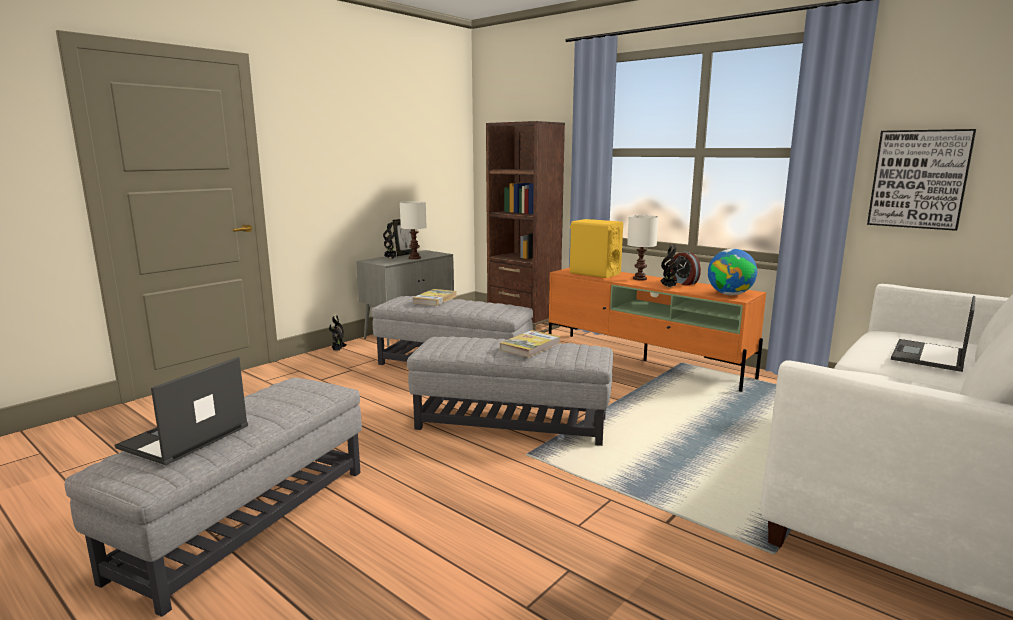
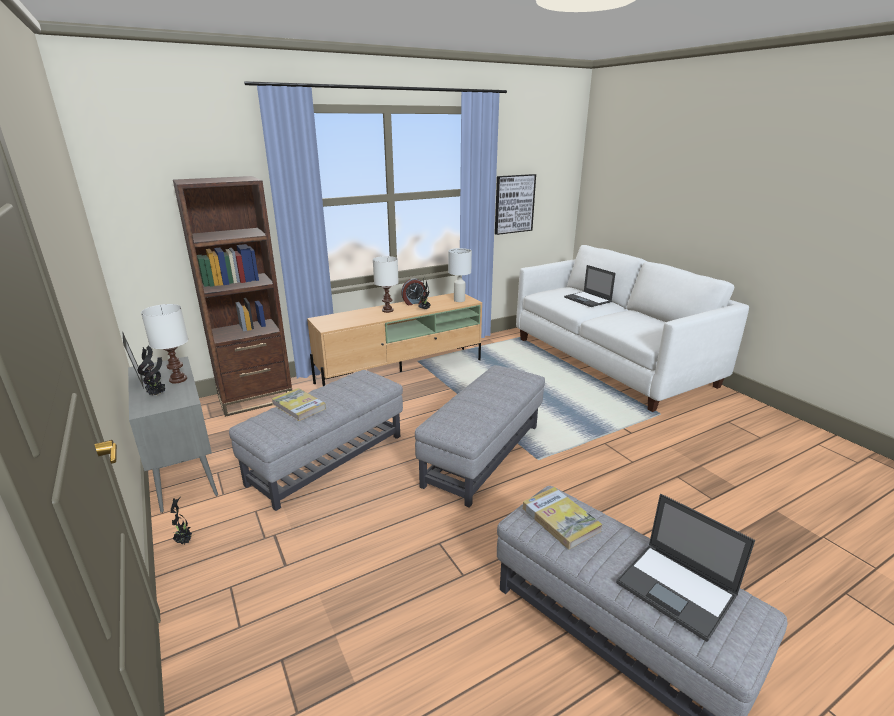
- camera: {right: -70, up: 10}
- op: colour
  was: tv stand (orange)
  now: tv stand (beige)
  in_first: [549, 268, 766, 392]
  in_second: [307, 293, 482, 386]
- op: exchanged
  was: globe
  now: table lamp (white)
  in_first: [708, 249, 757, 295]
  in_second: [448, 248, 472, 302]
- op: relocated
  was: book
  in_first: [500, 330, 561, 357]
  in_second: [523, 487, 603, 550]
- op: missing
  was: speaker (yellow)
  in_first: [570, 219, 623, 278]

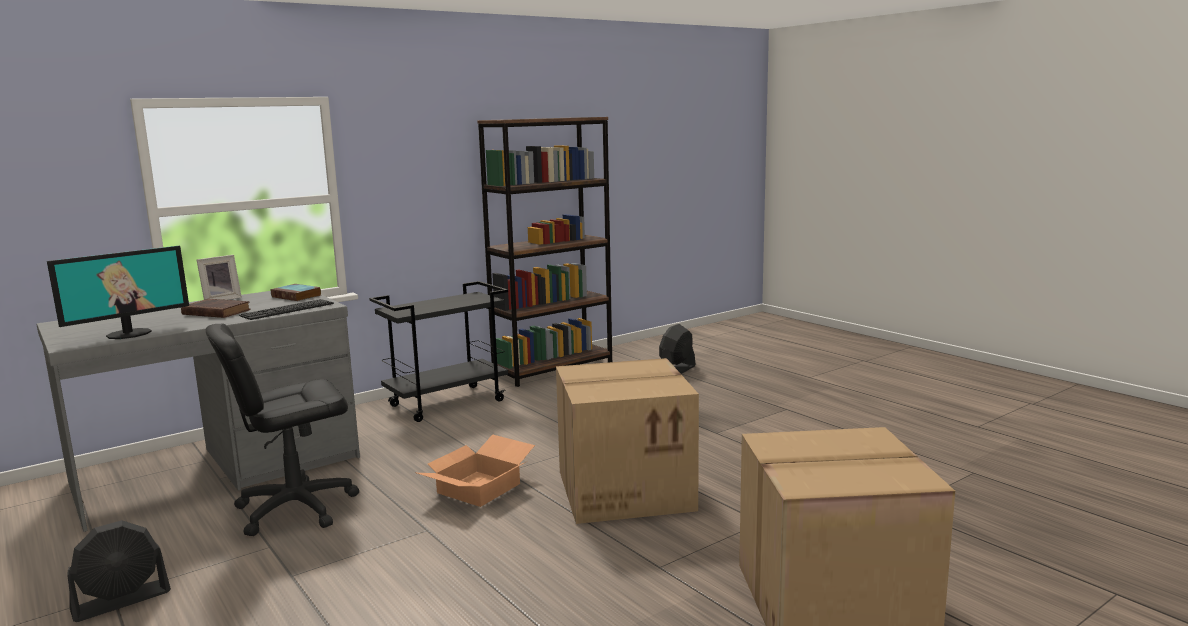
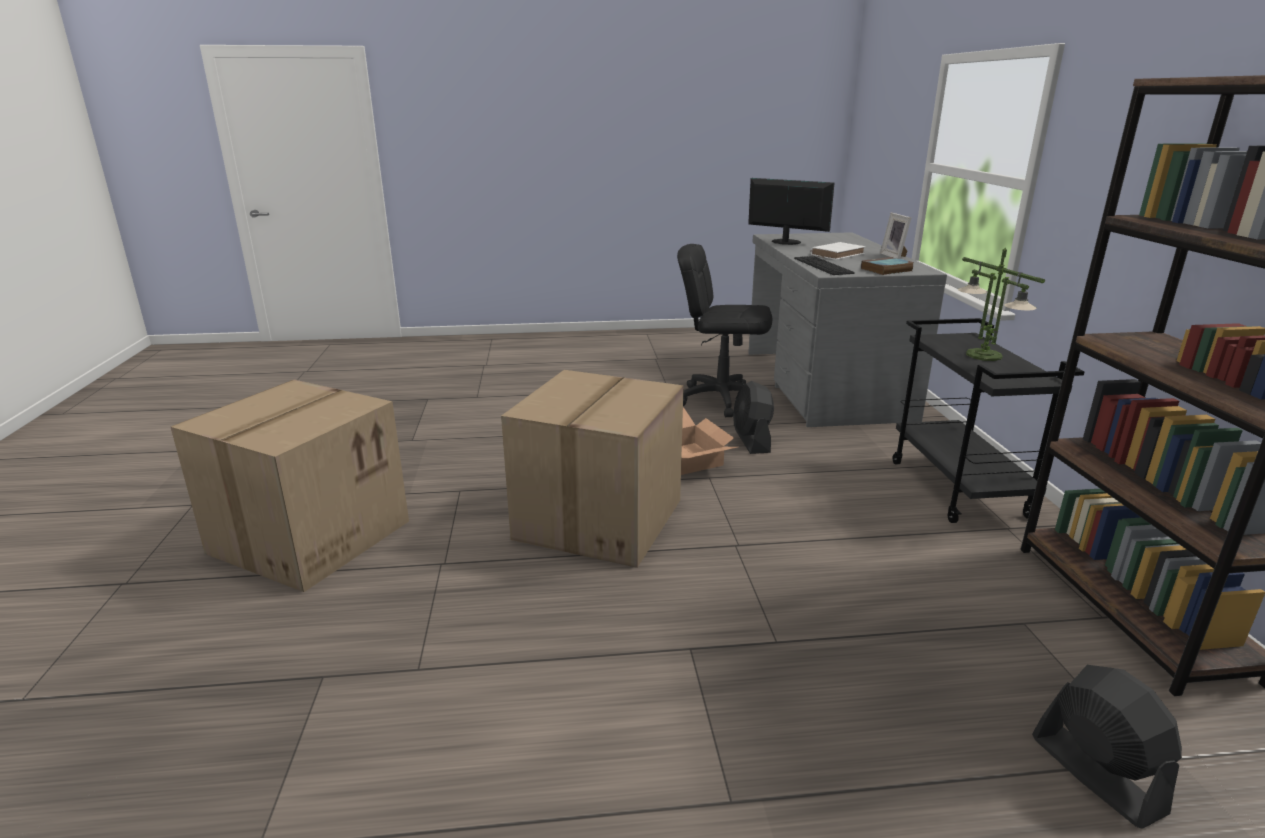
- camera: {right: 120, up: 10}
- op: spun
  was: office chair (black)
  in_first: [206, 324, 359, 536]
  in_second: [677, 244, 772, 417]
  clockwise: -75
- op: relocated
  was: fan (black)
  in_first: [67, 520, 171, 622]
  in_second: [733, 381, 774, 454]
- op: spun
  was: monitor
  in_first: [47, 246, 189, 339]
  in_second: [748, 178, 835, 245]
  clockwise: 135
- op: colour
  was: book (brown)
  now: book (white)
  in_first: [181, 299, 251, 318]
  in_second: [811, 242, 865, 260]
- op: appeared
  now: table lamp
  in_second: [958, 248, 1045, 361]

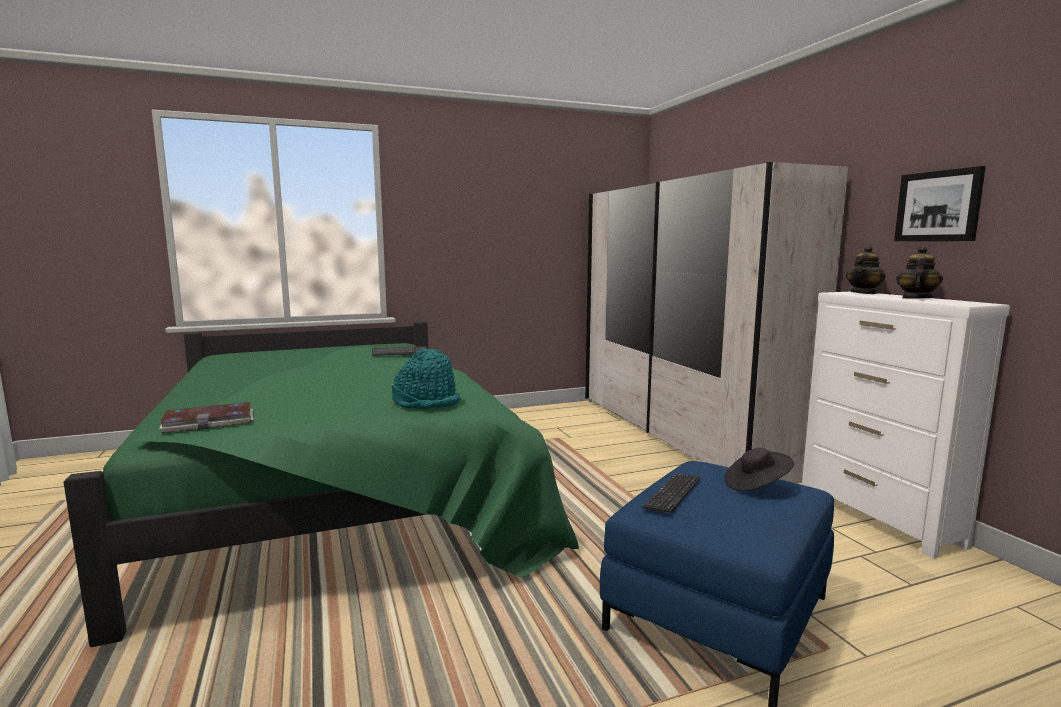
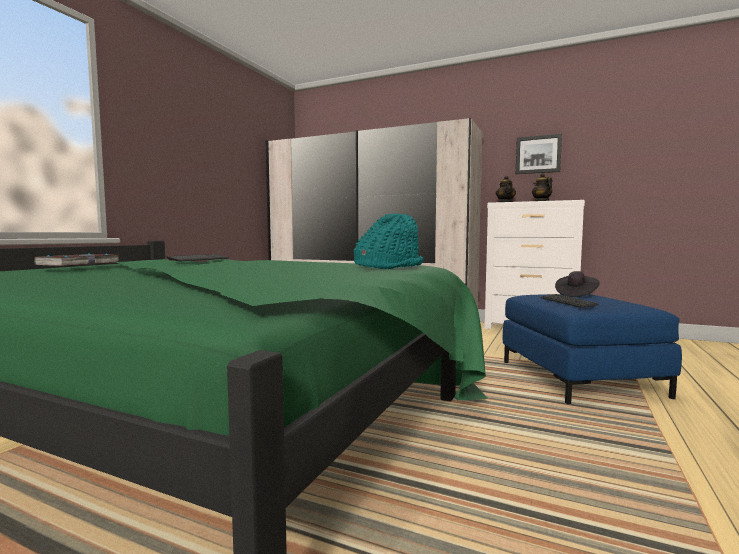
- camera: {right: -45, up: -5}
- op: relocated
  was: book
  in_first: [159, 402, 253, 433]
  in_second: [34, 253, 119, 266]

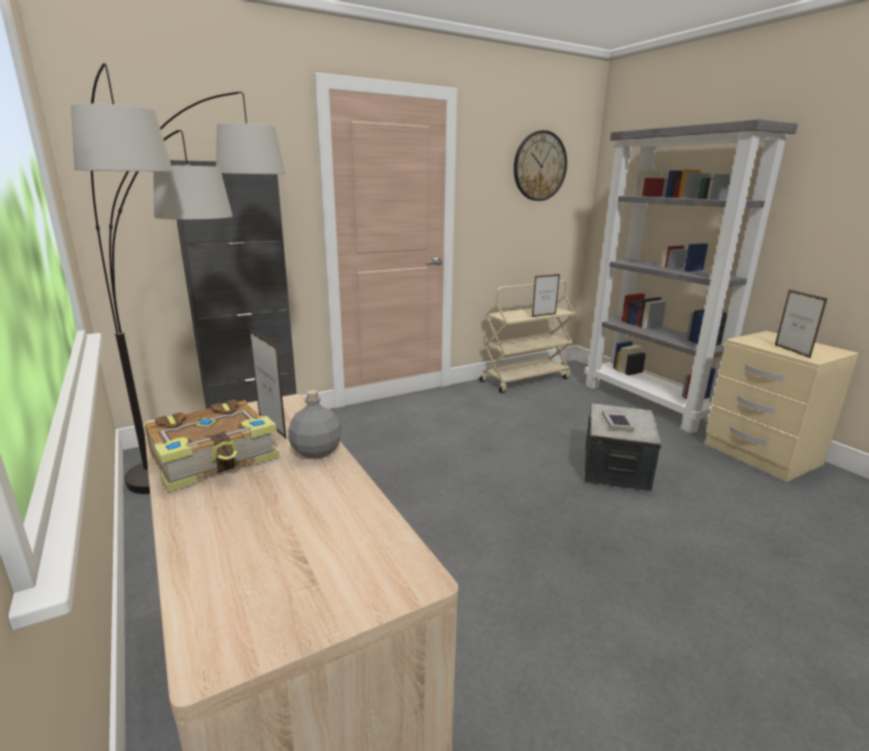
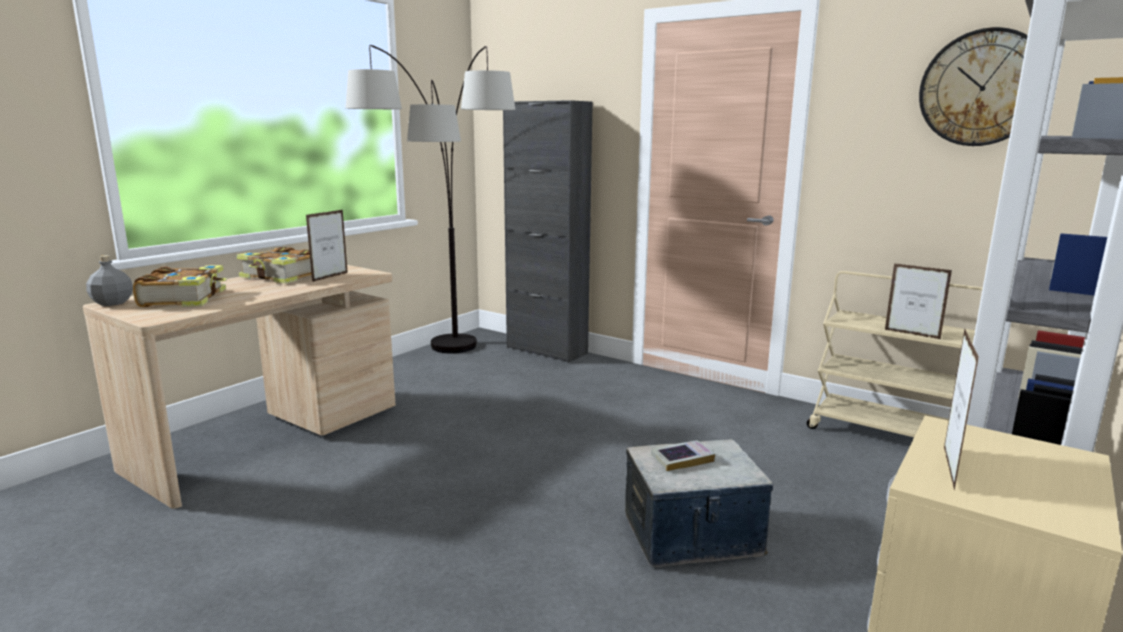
- camera: {right: 65, up: -5}
- op: relocated
  was: bottle (grey)
  in_first: [288, 390, 341, 459]
  in_second: [86, 255, 133, 306]
- op: appeared
  now: book
  in_second: [133, 265, 227, 307]
- op: spun
  was: picture frame
  in_first: [775, 289, 828, 358]
  in_second: [944, 329, 979, 491]
  clockwise: 150

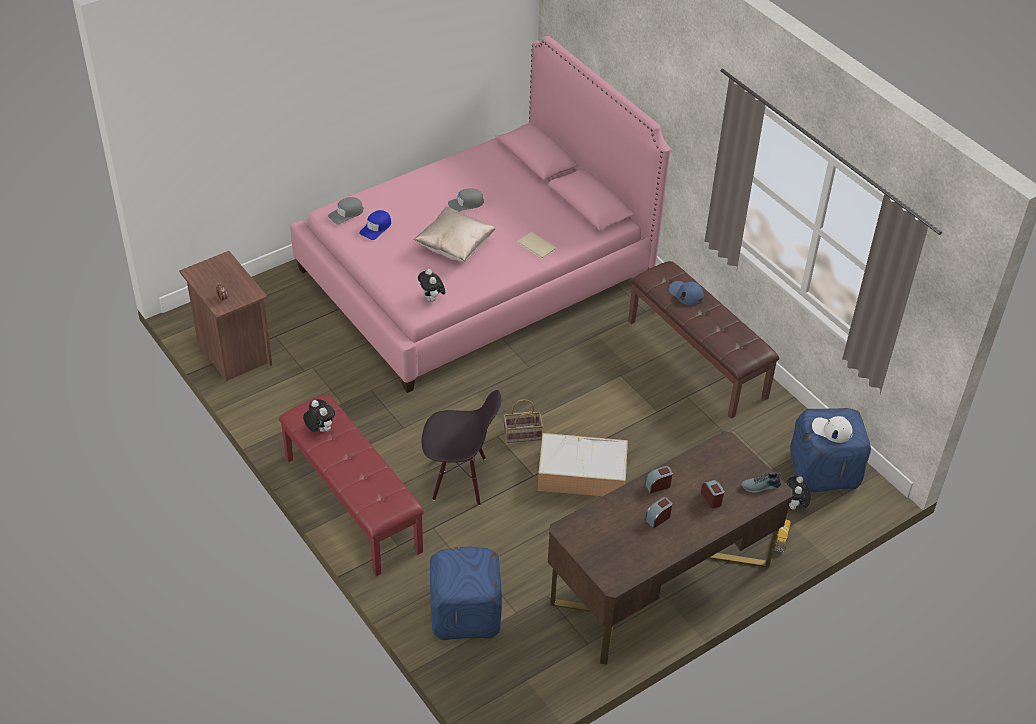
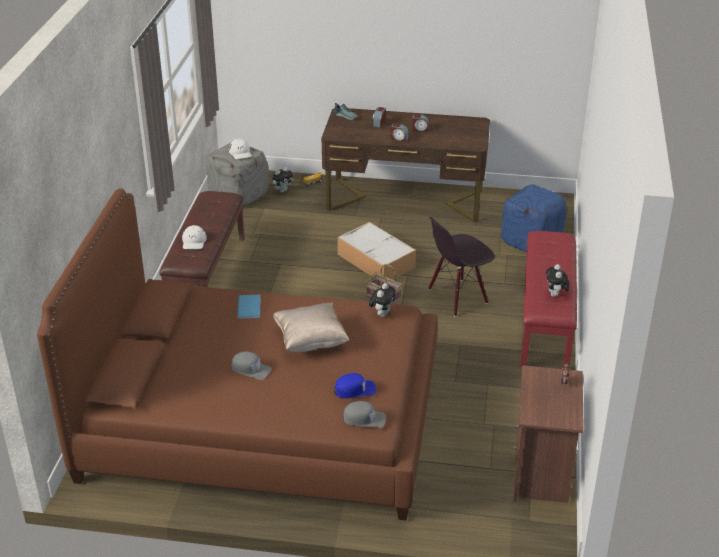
- camera: {right: -135, up: -10}
- op: colour
  was: bed (pink)
  now: bed (brown)
  in_first: [290, 36, 670, 393]
  in_second: [37, 188, 437, 521]
- op: colour
  was: cap (blue)
  now: cap (white)
  in_first: [669, 281, 704, 305]
  in_second: [182, 225, 207, 249]
- op: colour
  was: ottoman (blue)
  now: ottoman (grey)
  in_first: [790, 408, 871, 492]
  in_second: [207, 143, 269, 206]
- op: colour
  was: book (beige)
  now: book (blue)
  in_first: [518, 232, 557, 259]
  in_second: [237, 295, 260, 319]
- op: spun
  was: chair (black)
  in_first: [422, 390, 501, 506]
  in_second: [428, 217, 495, 317]
  clockwise: -75

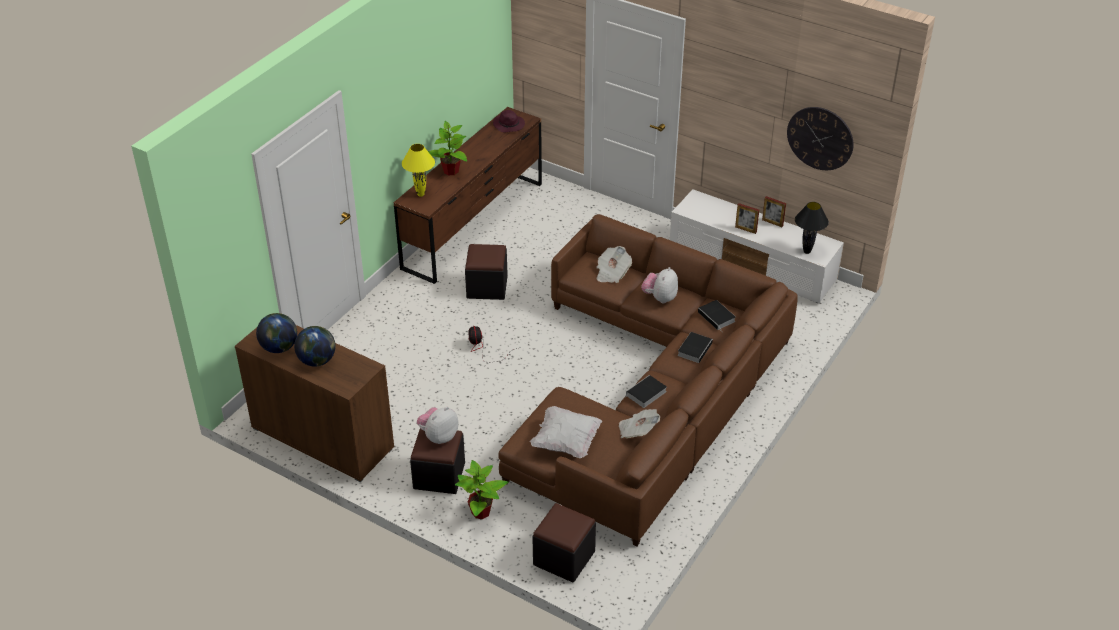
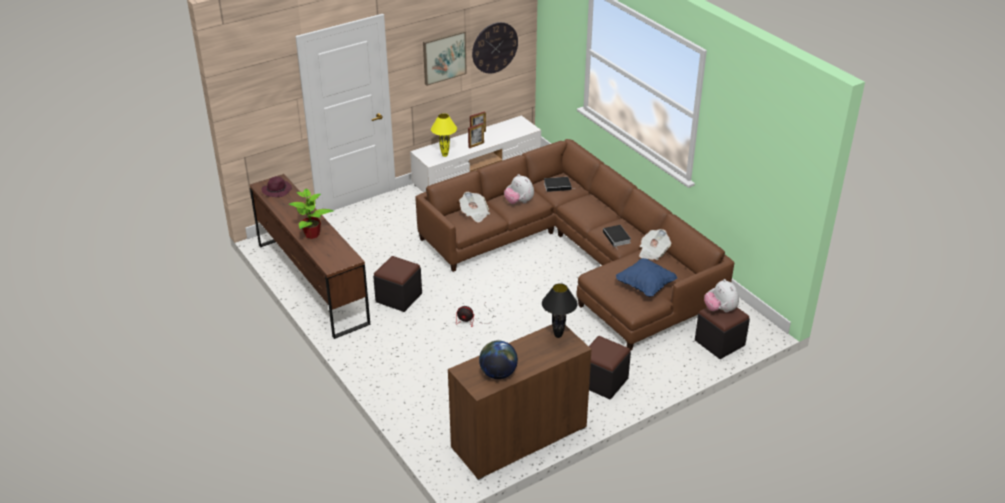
- camera: {right: -65, up: -5}
- op: appeared
  now: picture
  in_second: [423, 30, 467, 86]
- op: relocated
  was: table lamp (yellow)
  in_first: [402, 144, 435, 197]
  in_second: [431, 113, 457, 157]
- op: relocated
  was: table lamp (black)
  in_first: [795, 202, 829, 254]
  in_second: [542, 283, 578, 338]
- op: colour
  was: pillow (white)
  now: pillow (blue)
  in_first: [530, 406, 602, 458]
  in_second: [616, 258, 677, 297]
- op: relocated
  was: plush toy
  in_first: [417, 407, 458, 444]
  in_second: [704, 279, 739, 312]
- op: missing
  was: globe
  in_first: [294, 326, 336, 367]
- op: missing
  was: potted plant
  in_first: [455, 460, 508, 519]
- op: missing
  was: book
  in_first: [678, 332, 713, 363]

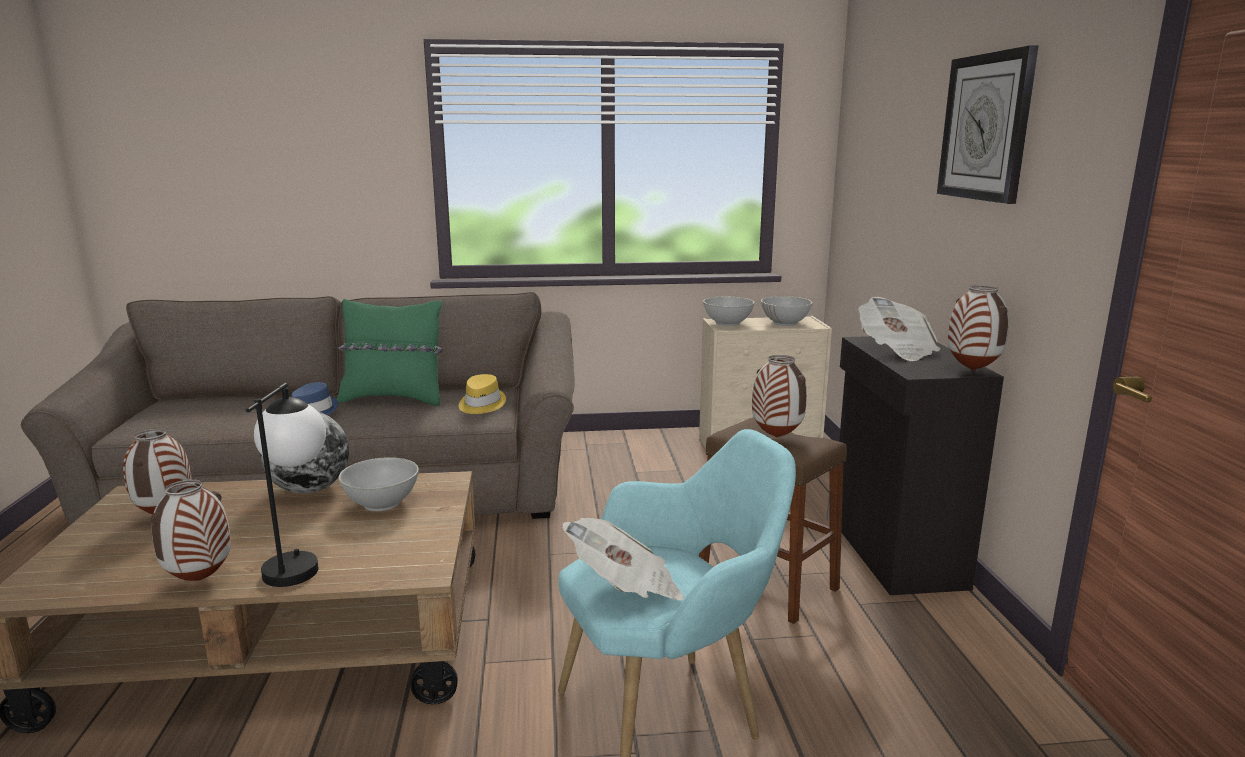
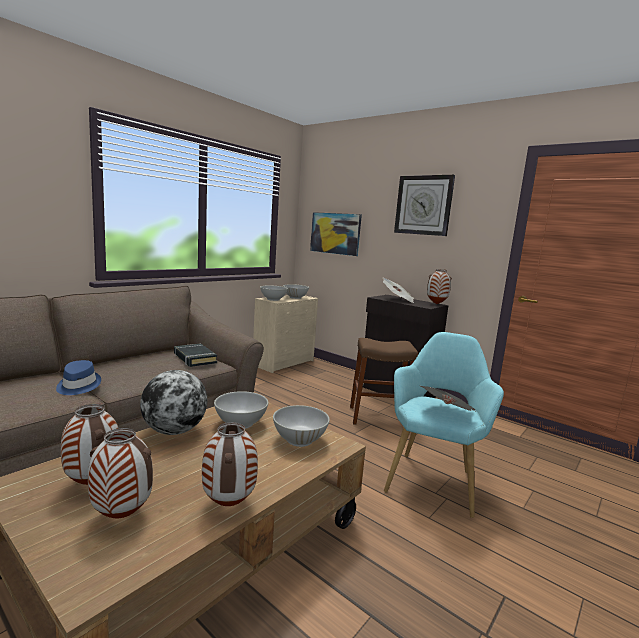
- camera: {right: -45, up: -5}
- op: relocated
  was: vase
  in_first: [752, 355, 807, 437]
  in_second: [88, 428, 153, 518]
- op: exchanged
  was: hat (yellow)
  now: book (black)
  in_first: [459, 374, 506, 414]
  in_second: [174, 344, 217, 367]
- op: appeared
  now: bowl (white)
  in_second: [273, 405, 330, 447]
- op: appeared
  now: picture
  in_second: [310, 212, 362, 256]
- op: missing
  was: table lamp
  in_first: [246, 383, 326, 587]
- op: missing
  was: pillow (green)
  in_first: [337, 299, 443, 406]

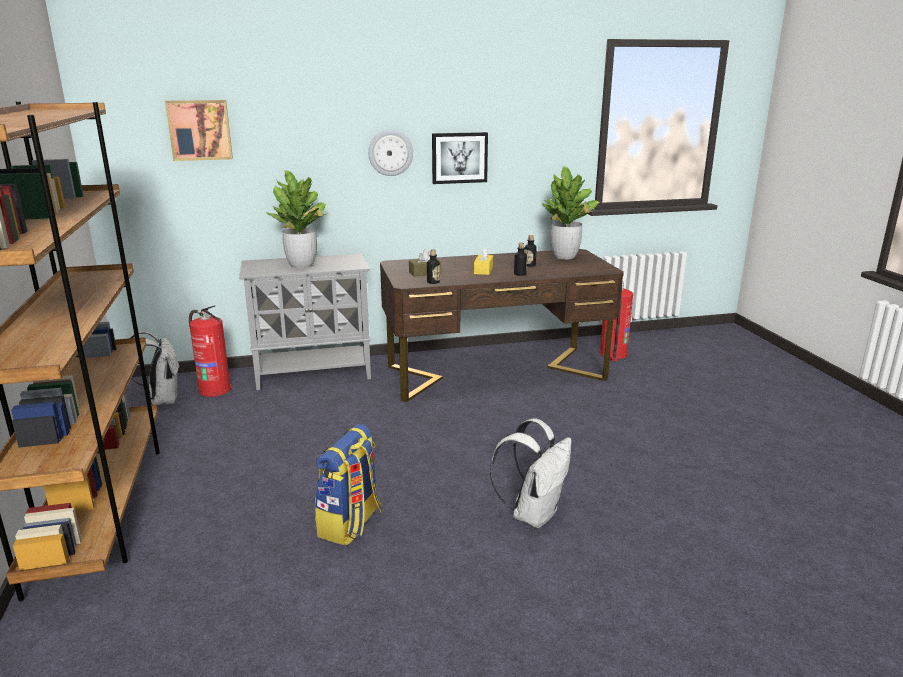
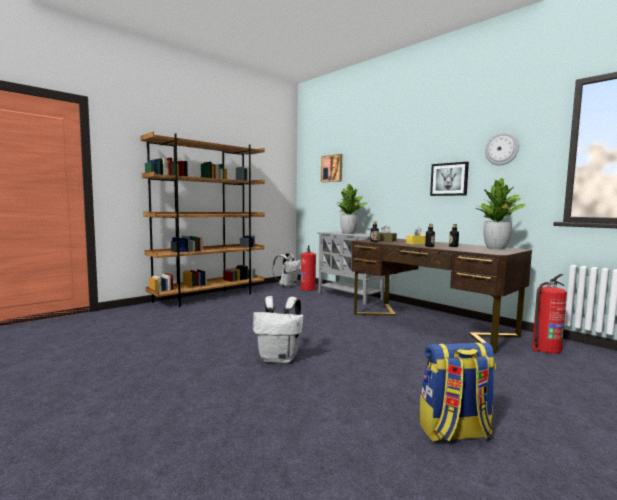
- camera: {right: 60, up: -15}
- op: relocated
  was: backpack
  in_first: [315, 424, 382, 546]
  in_second: [420, 343, 496, 442]
- op: relocated
  was: wall clock
  in_first: [368, 130, 413, 176]
  in_second: [485, 132, 519, 165]

